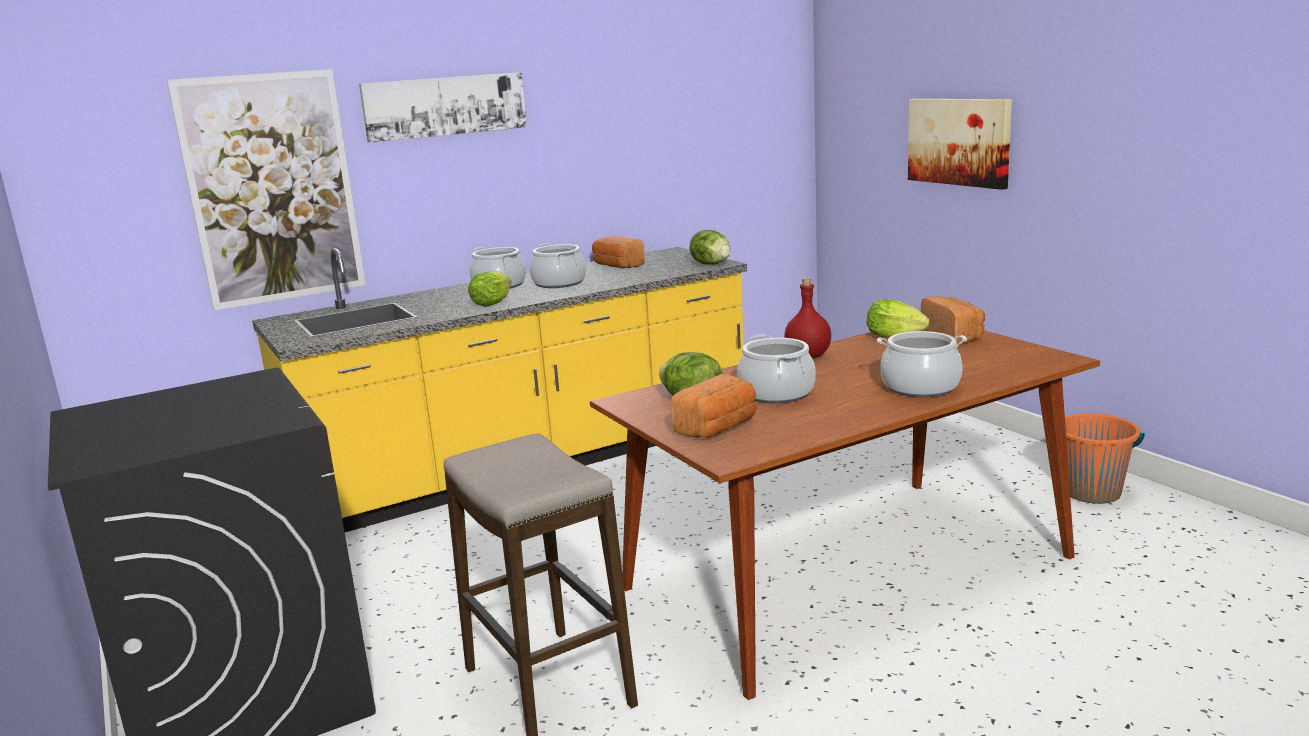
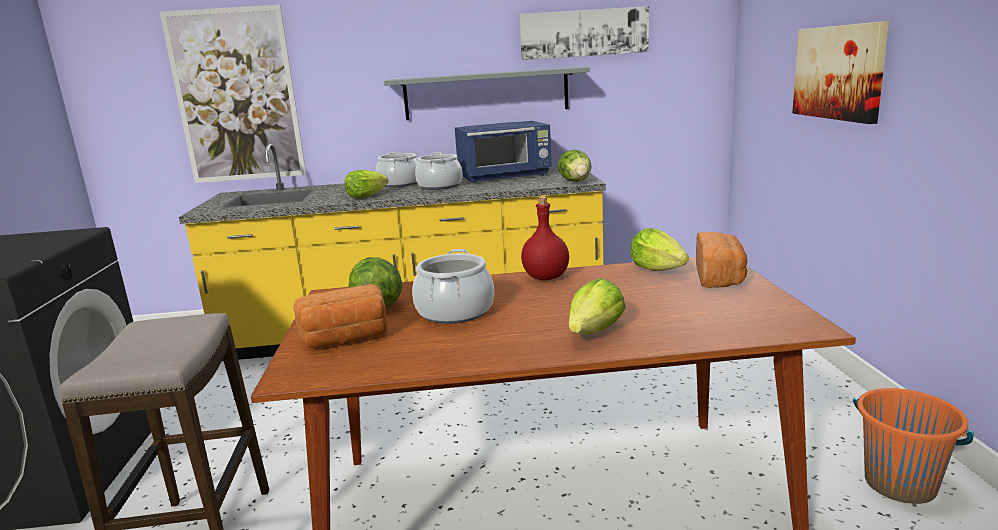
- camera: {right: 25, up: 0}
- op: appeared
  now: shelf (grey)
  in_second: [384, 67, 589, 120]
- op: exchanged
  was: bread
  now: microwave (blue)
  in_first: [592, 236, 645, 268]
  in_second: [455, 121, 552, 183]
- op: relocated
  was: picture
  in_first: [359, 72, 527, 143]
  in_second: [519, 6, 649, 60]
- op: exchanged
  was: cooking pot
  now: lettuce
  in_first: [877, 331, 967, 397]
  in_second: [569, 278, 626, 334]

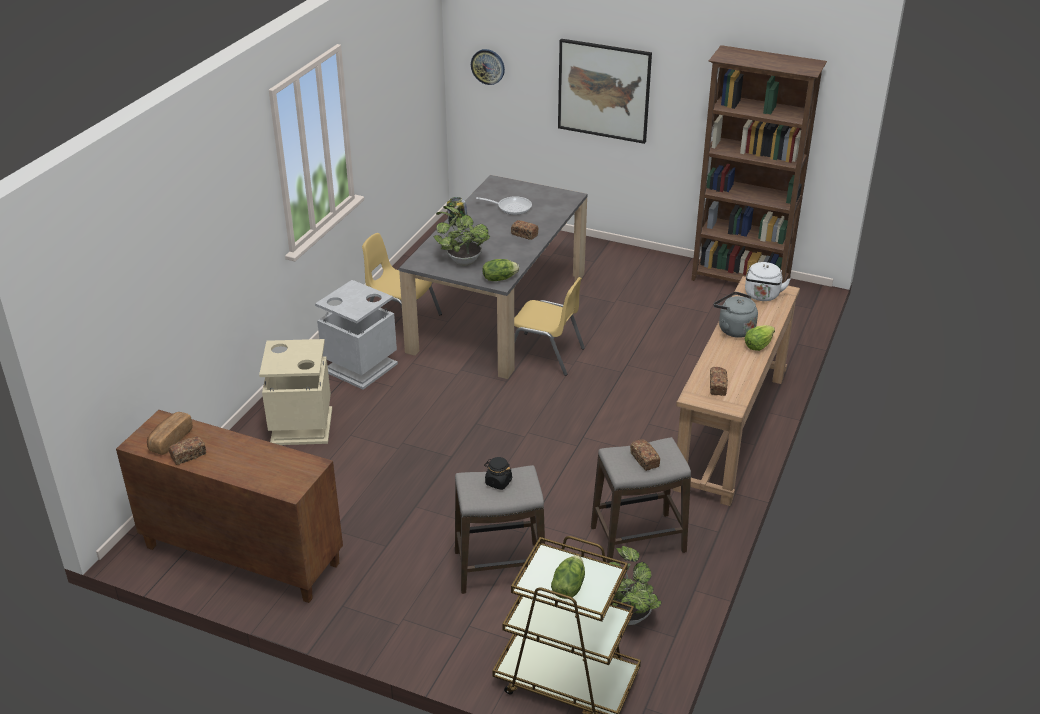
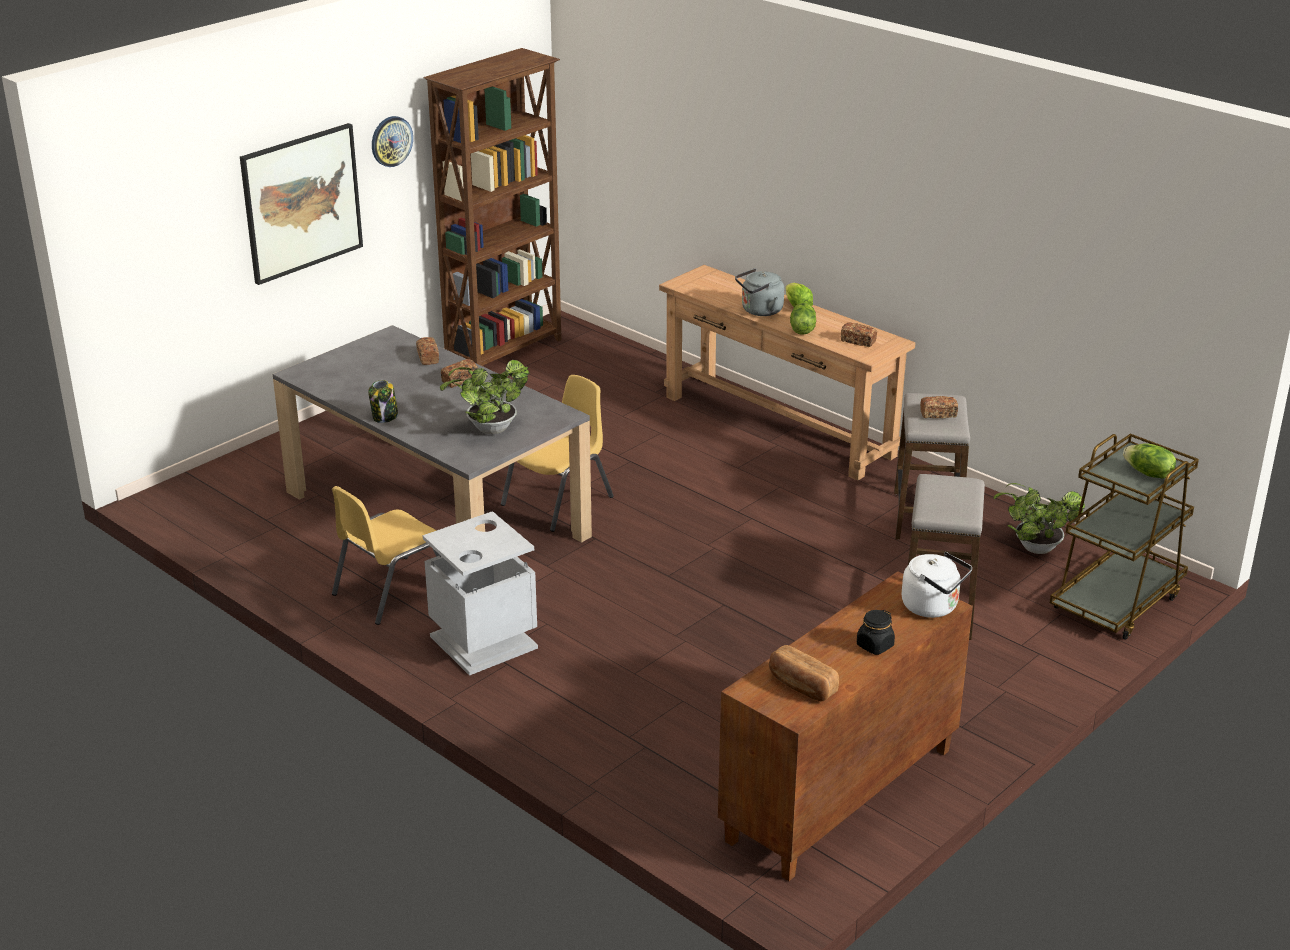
- camera: {right: -70, up: -5}
- op: relocated
  was: wall clock
  in_first: [471, 49, 505, 85]
  in_second: [372, 116, 413, 167]
- op: relocated
  was: bread
  in_first: [169, 437, 206, 465]
  in_second: [416, 337, 439, 365]
- op: relocated
  was: lettuce
  in_first: [482, 259, 519, 281]
  in_second: [790, 303, 816, 335]
- op: relocated
  was: jar (black)
  in_first: [484, 457, 512, 490]
  in_second: [857, 610, 895, 655]
- op: relocated
  was: kettle (white)
  in_first: [745, 262, 791, 301]
  in_second: [902, 552, 972, 618]
- op: missing
  was: trash can (beige)
  in_first: [259, 339, 332, 445]
- op: missing
  was: frying pan
  in_first: [476, 196, 532, 215]

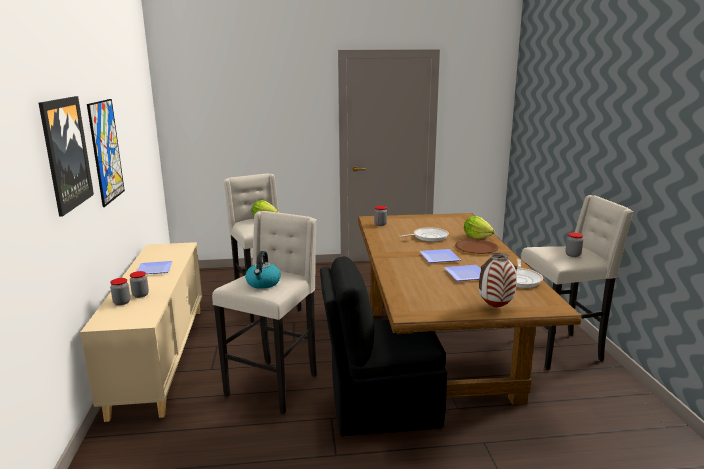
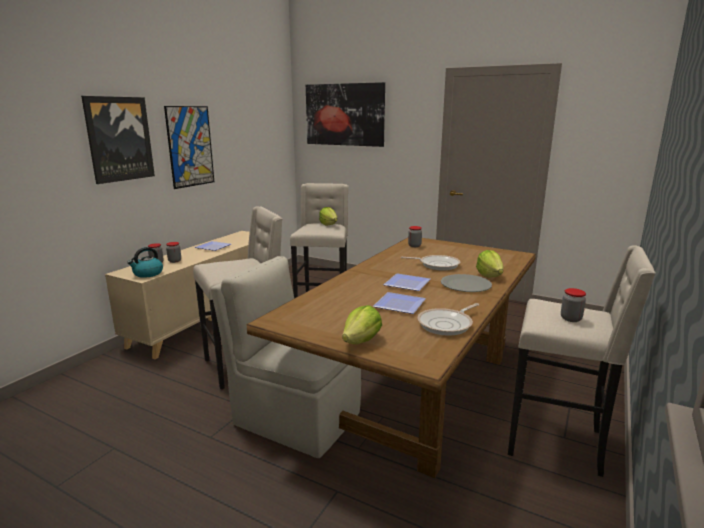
- camera: {right: 35, up: 0}
- op: relocated
  was: kettle
  in_first: [245, 251, 281, 289]
  in_second: [127, 247, 163, 278]
- op: colour
  was: chair (black)
  now: chair (beige)
  in_first: [320, 256, 447, 436]
  in_second: [211, 256, 361, 458]
- op: appeared
  now: picture
  in_second: [306, 82, 385, 147]
- op: exchanged
  was: vase
  now: lettuce
  in_first: [479, 253, 517, 308]
  in_second: [342, 305, 382, 344]
- op: colour
  was: plate (brown)
  now: plate (grey)
  in_first: [455, 239, 499, 254]
  in_second: [441, 274, 492, 292]

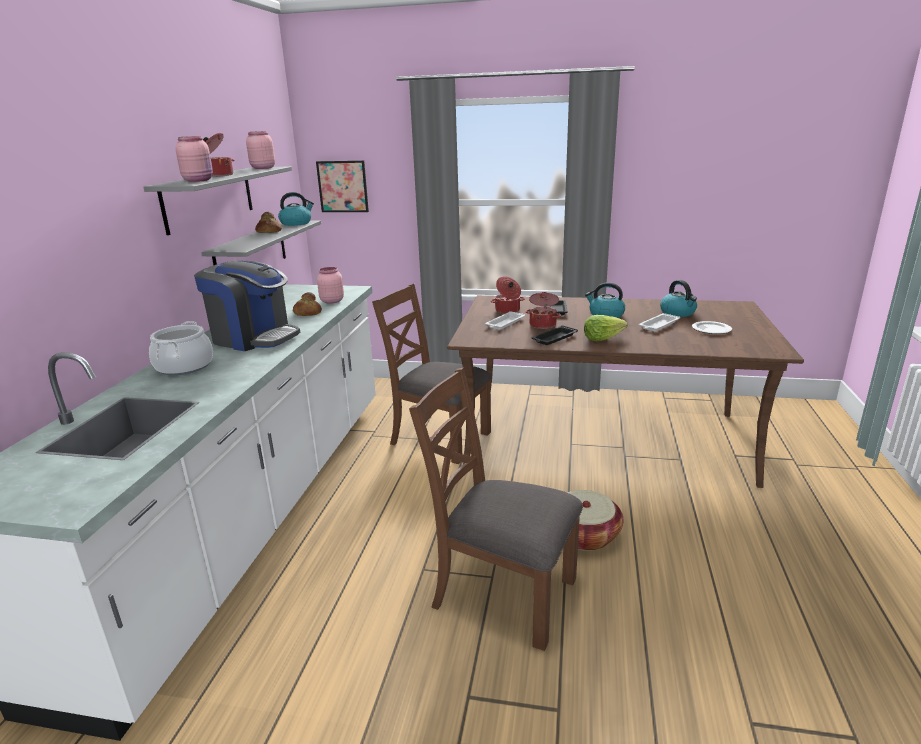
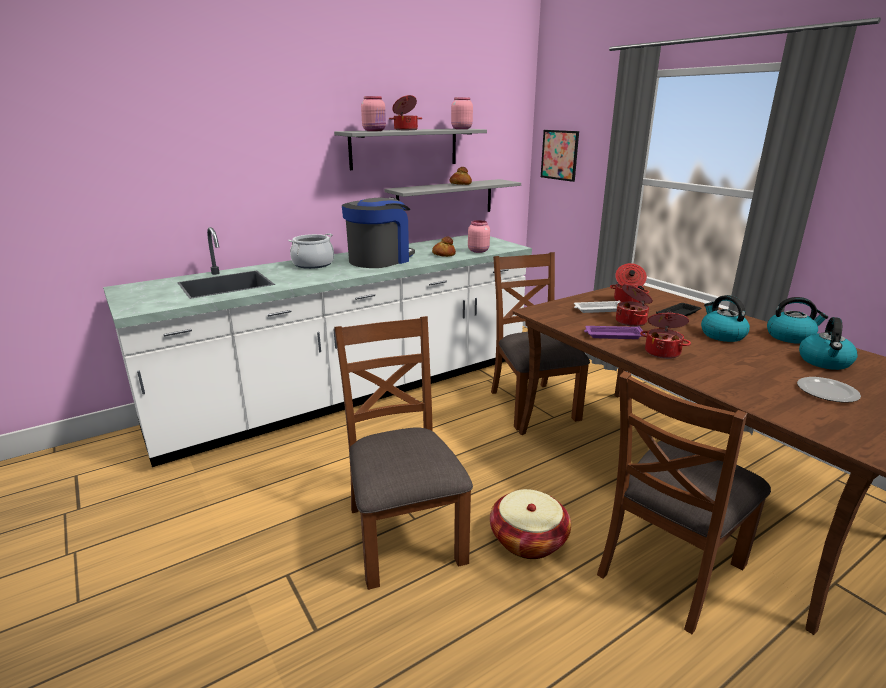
- camera: {right: 45, up: 0}
- op: spun
  was: coffee machine
  in_first: [194, 261, 300, 351]
  in_second: [342, 197, 415, 268]
  clockwise: -120
- op: colour
  was: tray (black)
  now: tray (purple)
  in_first: [532, 325, 578, 345]
  in_second: [584, 326, 646, 339]
- op: appeared
  now: chair (brown)
  in_second: [597, 371, 771, 634]
- op: exchanged
  was: lettuce
  now: cooking pot
  in_first: [584, 315, 628, 341]
  in_second: [640, 311, 691, 359]
- op: relocated
  was: kettle
  in_first: [278, 192, 314, 226]
  in_second: [767, 297, 828, 344]
- op: missing
  was: tray (white)
  in_first: [639, 313, 680, 331]

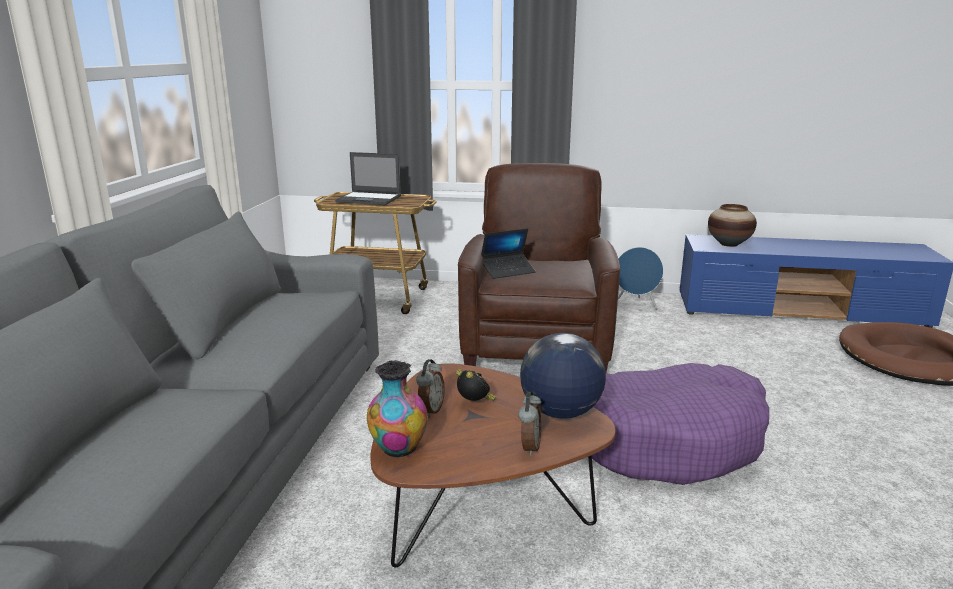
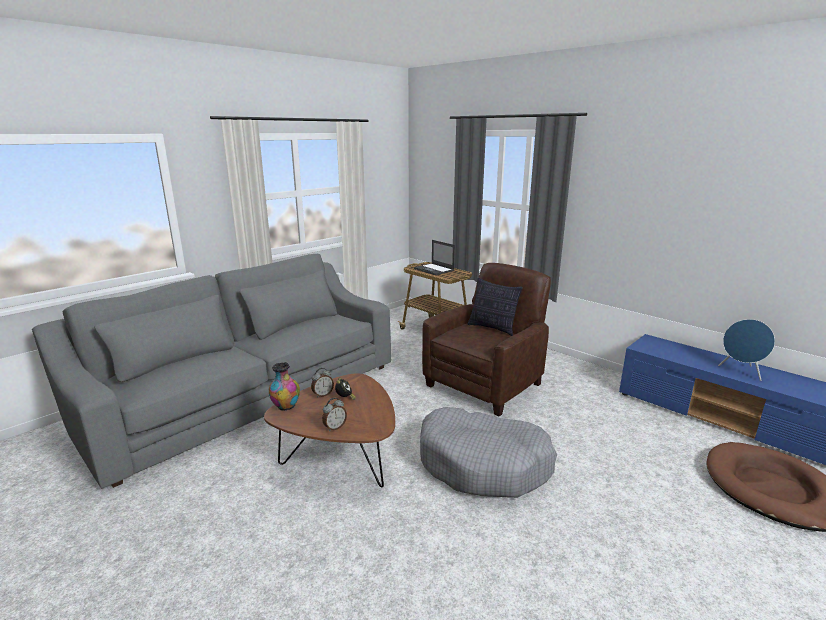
- camera: {right: 35, up: 0}
- op: colour
  was: dog bed (purple)
  now: dog bed (grey)
  in_first: [592, 363, 769, 485]
  in_second: [420, 407, 557, 498]
- op: appeared
  now: pillow
  in_second: [468, 278, 523, 336]
- op: relocated
  was: speaker (blue)
  in_first: [618, 247, 663, 310]
  in_second: [718, 319, 775, 381]
- op: missing
  was: laptop
  in_first: [481, 228, 536, 279]
- op: missing
  was: globe
  in_first: [520, 333, 606, 419]
- op: missing
  was: vase
  in_first: [708, 204, 757, 247]

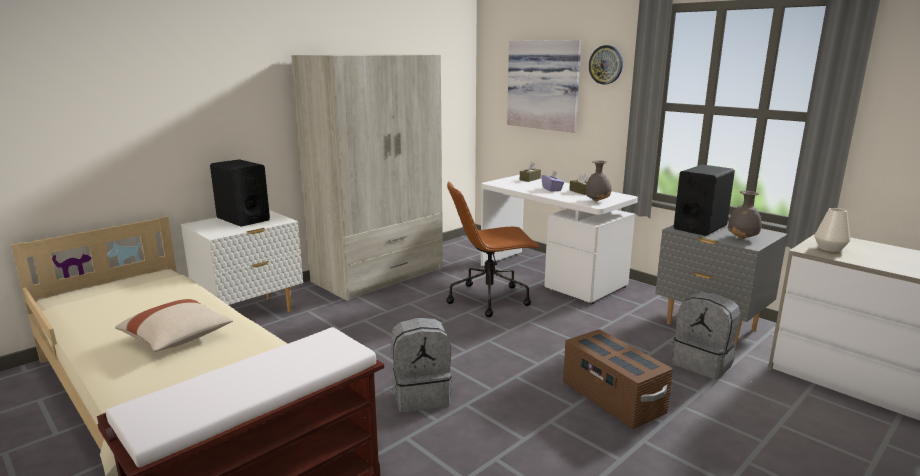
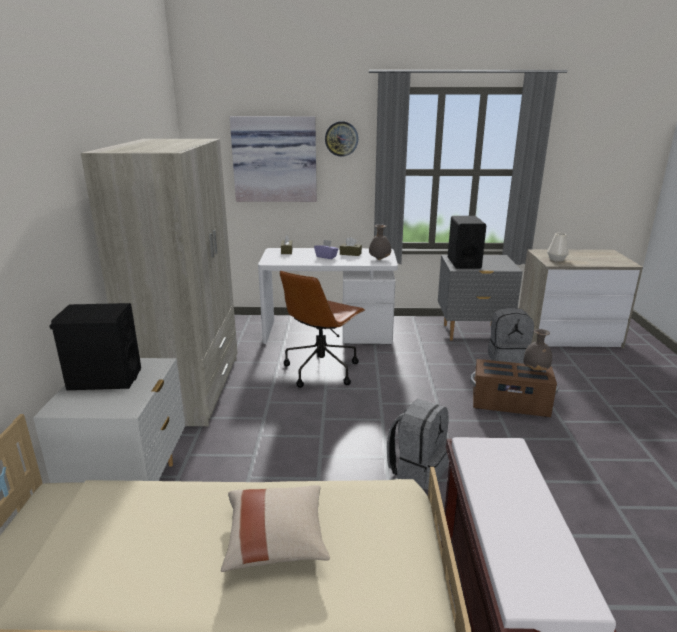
- camera: {right: -45, up: 5}
- op: relocated
  was: vase (grey)
  in_first: [728, 191, 762, 239]
  in_second: [523, 329, 552, 371]

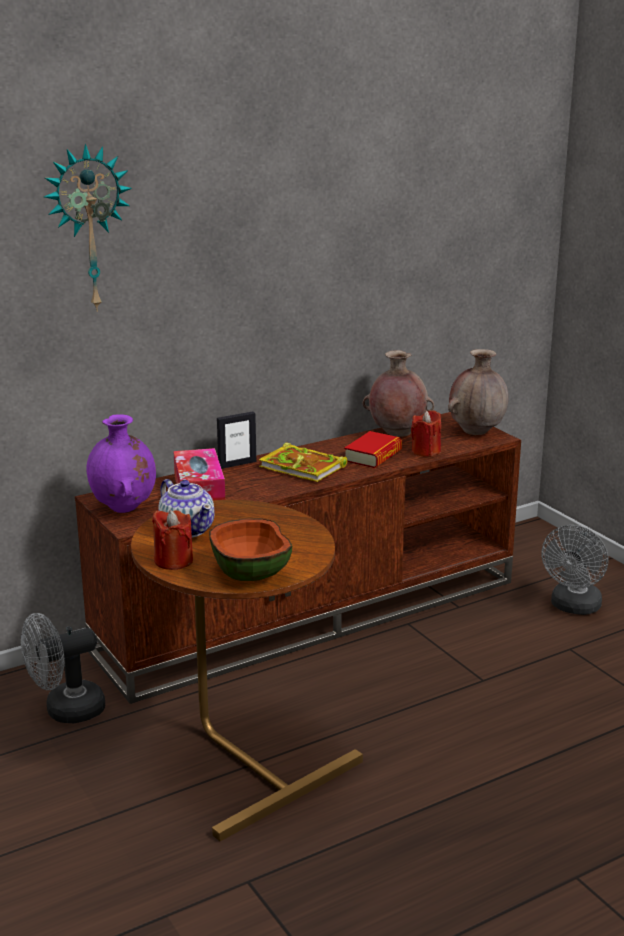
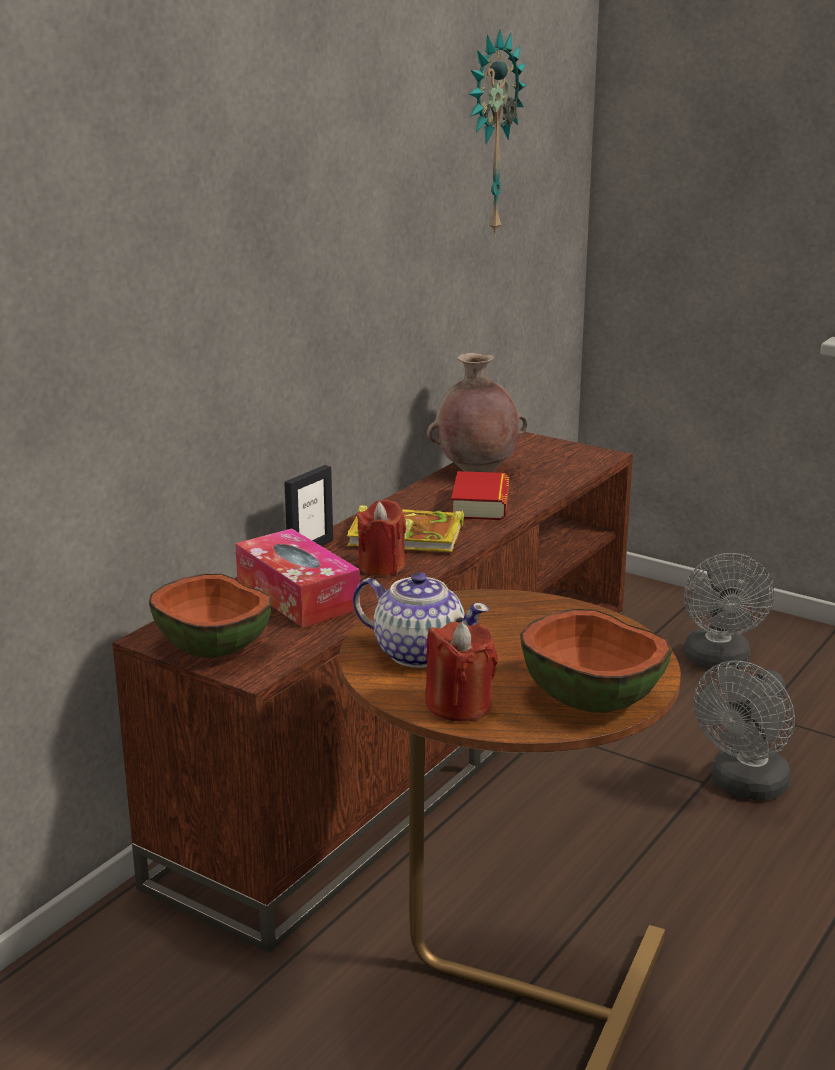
- camera: {right: -25, up: 0}
- op: exchanged
  was: vase (purple)
  now: bowl
  in_first: [86, 414, 156, 513]
  in_second: [149, 574, 272, 658]
- op: relocated
  was: candle (red)
  in_first: [411, 410, 441, 457]
  in_second: [357, 500, 406, 576]
- op: relocated
  was: wall clock
  in_first: [44, 144, 132, 312]
  in_second: [469, 29, 526, 237]
- op: relocated
  was: fan (grey)
  in_first: [21, 613, 105, 723]
  in_second: [694, 661, 795, 801]
- op: missing
  was: vase (brown)
  in_first: [448, 349, 508, 435]

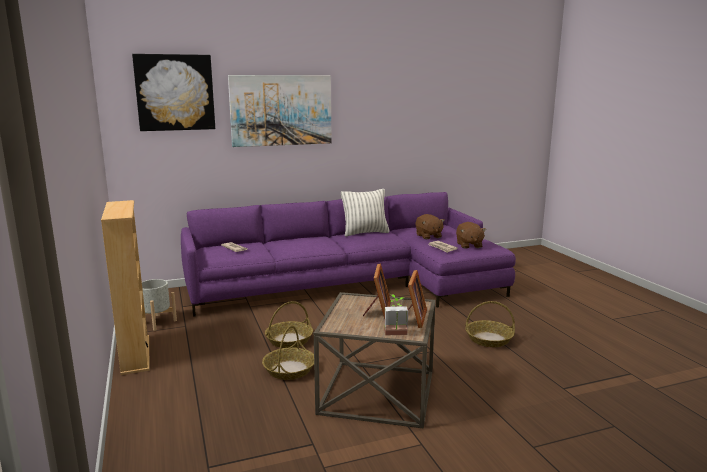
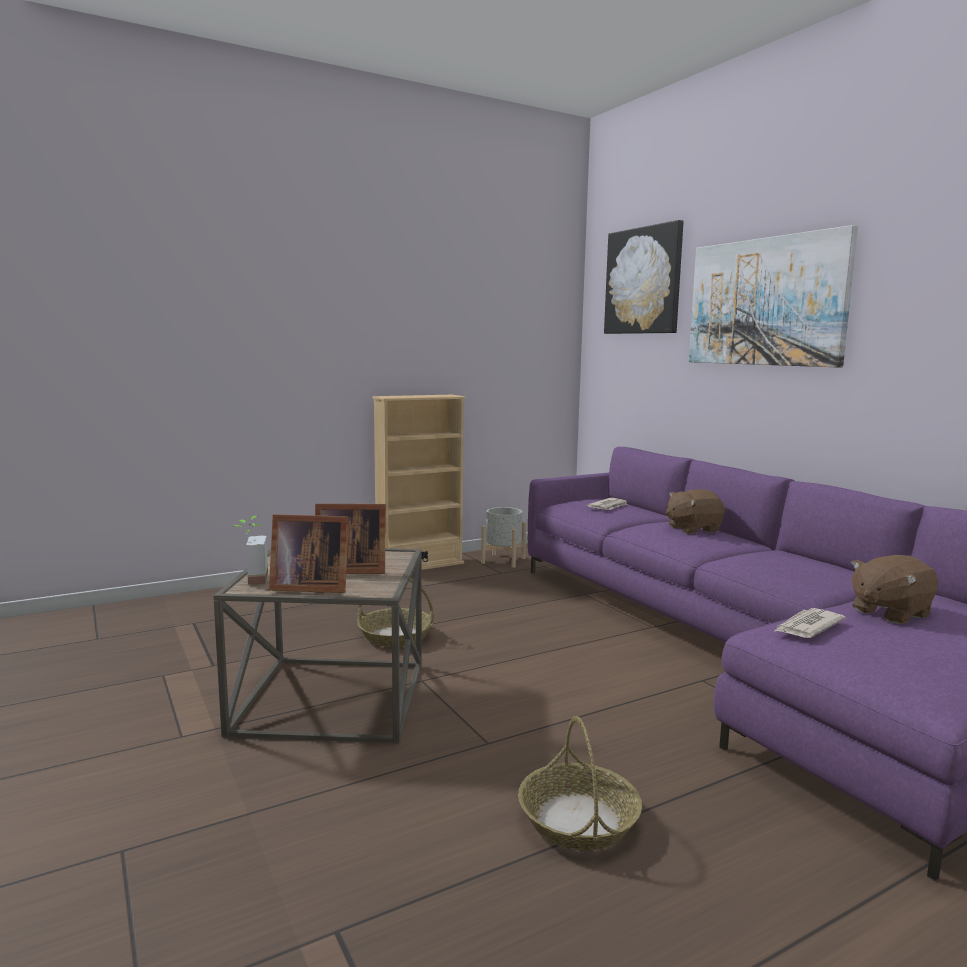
- camera: {right: 80, up: -5}
- op: relocated
  was: plush toy (brown)
  in_first: [456, 222, 486, 249]
  in_second: [666, 489, 725, 534]
- op: missing
  was: basket
  in_first: [265, 301, 313, 348]
- op: missing
  was: pillow
  in_first: [341, 189, 390, 237]

